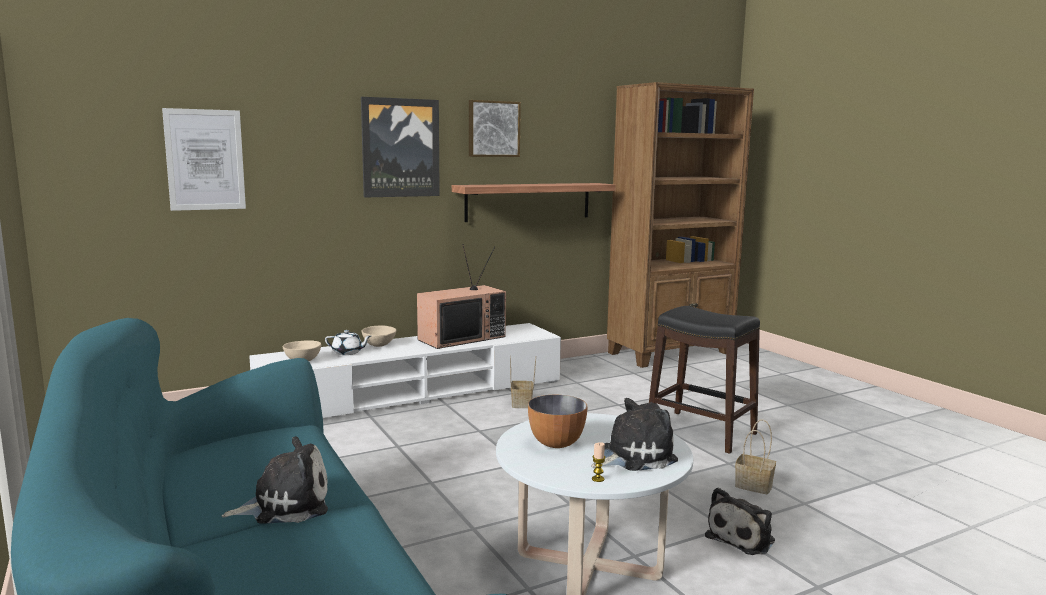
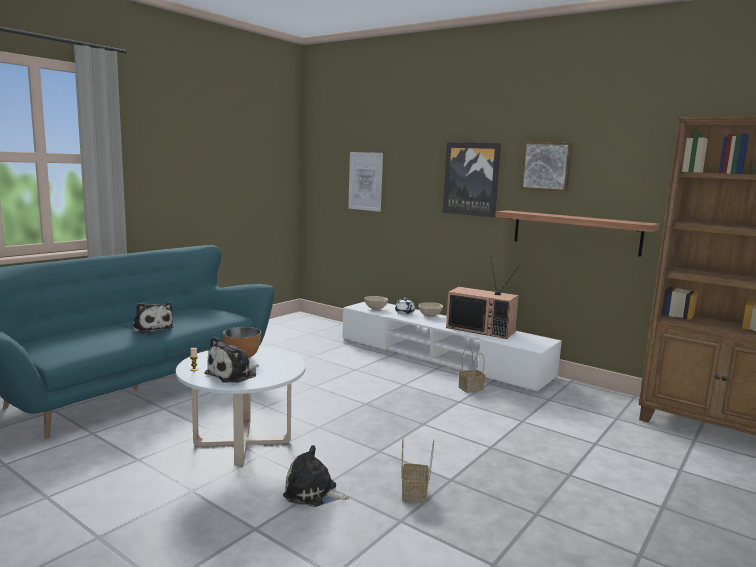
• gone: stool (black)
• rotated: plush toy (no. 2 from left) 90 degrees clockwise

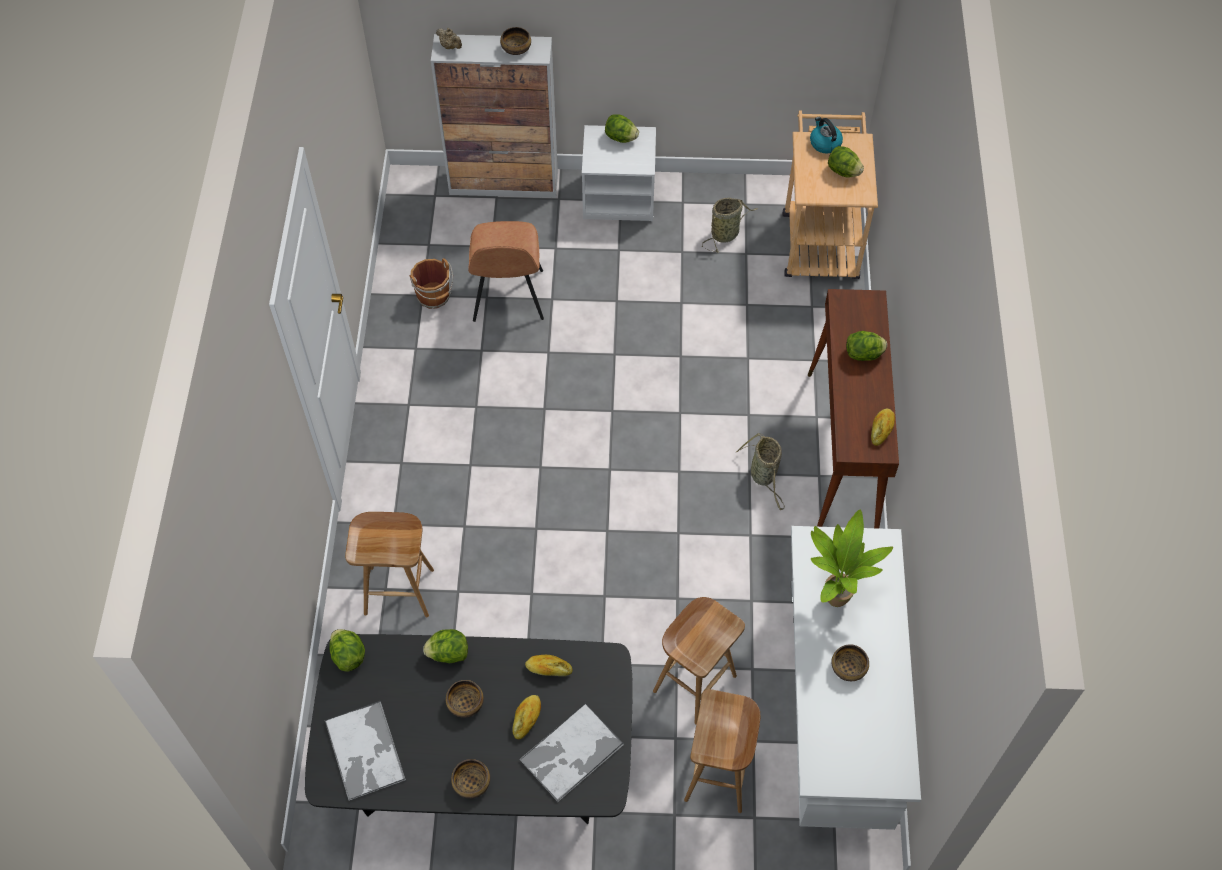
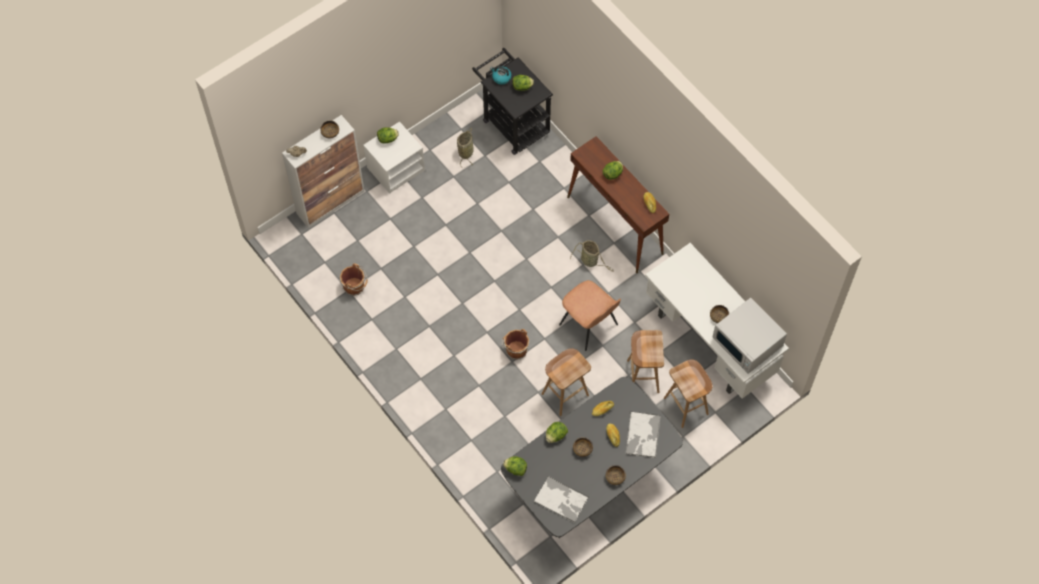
• gone: potted plant
• new: bucket (brown) (no. 2 from left)
• new: microwave (white)
• shifted: stool (brown) (no. 1 from left)
• shifted: chair (brown)
• repainted: cart (beige) to cart (black)

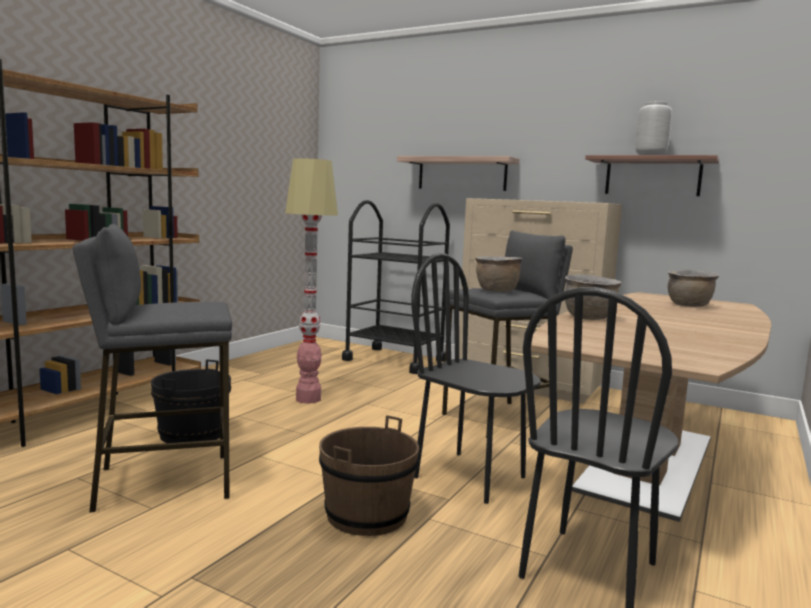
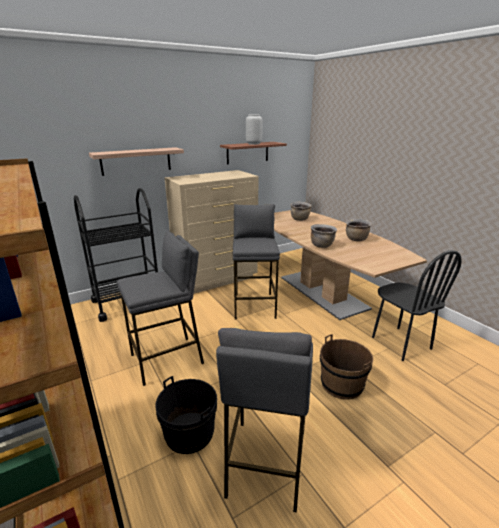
• gone: chair (black) (no. 1 from left)
• shifted: cooking pot (brown) (no. 1 from left in the first image) to cooking pot (brown) (no. 3 from left)
• swapped: floor lamp to stool (grey) (no. 1 from left)

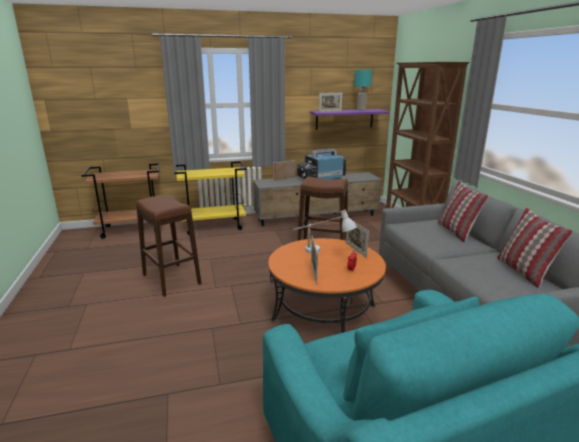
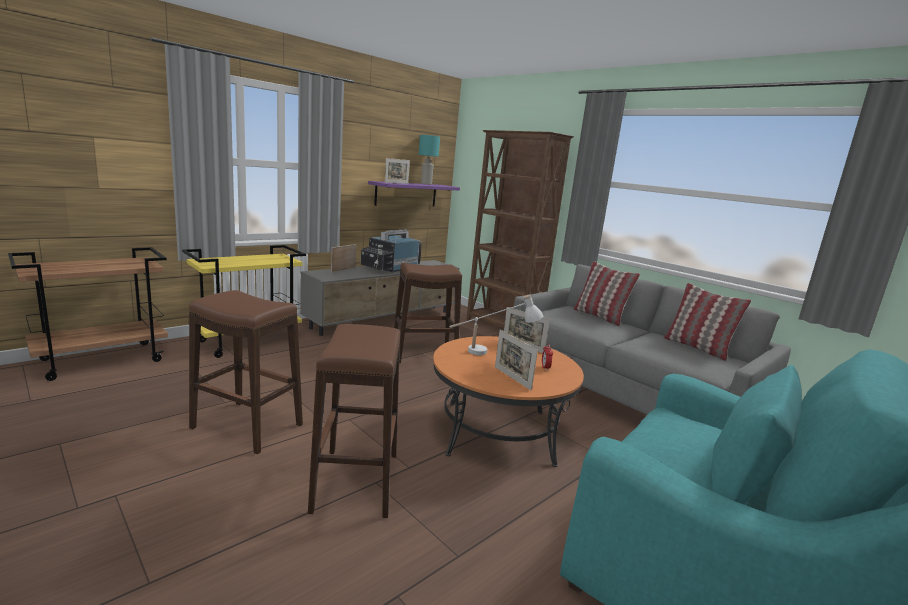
• new: stool (brown) (no. 2 from left)

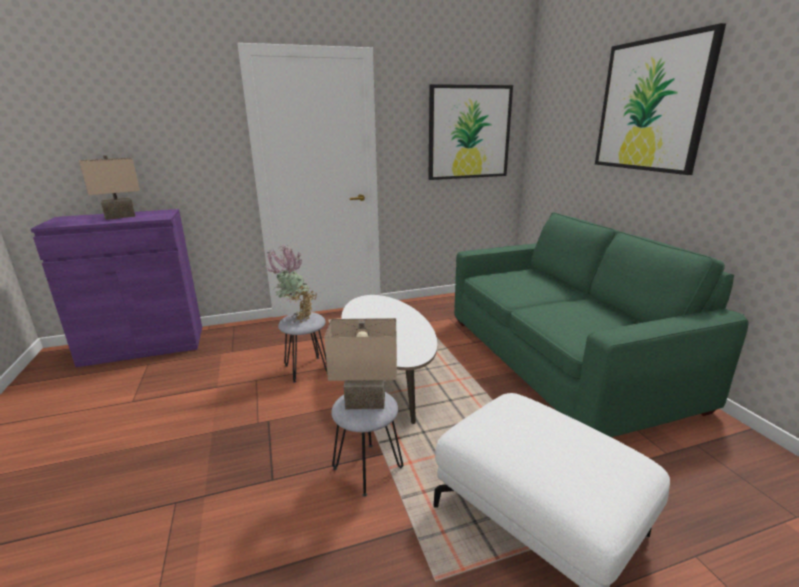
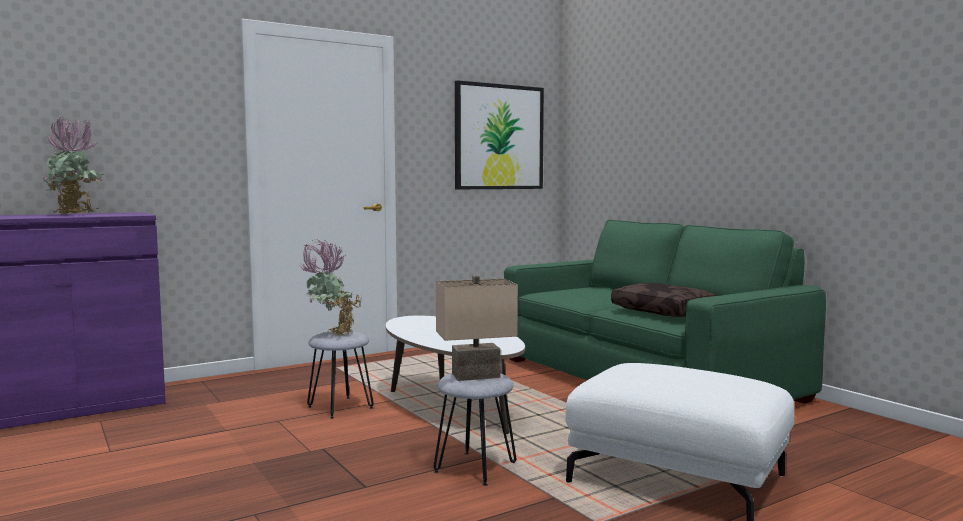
• gone: picture (no. 2 from left)
• new: pillow (brown)
• swapped: table lamp (beige) (no. 1 from left) to potted plant (no. 1 from left)

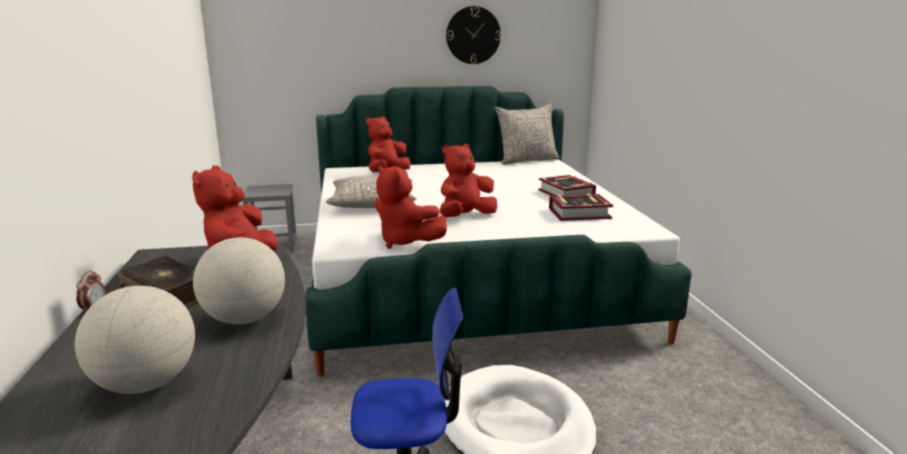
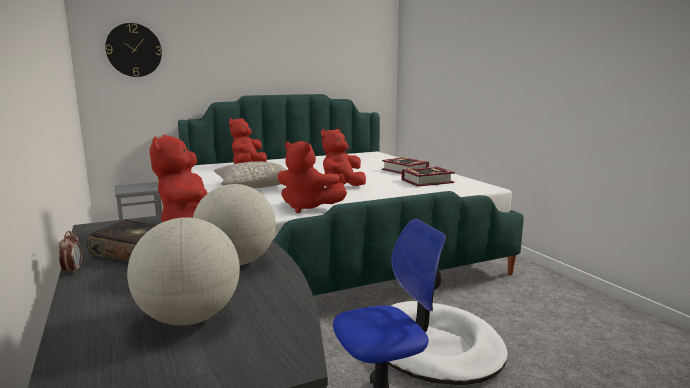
• gone: pillow (grey) (no. 2 from left)
• shifted: wall clock

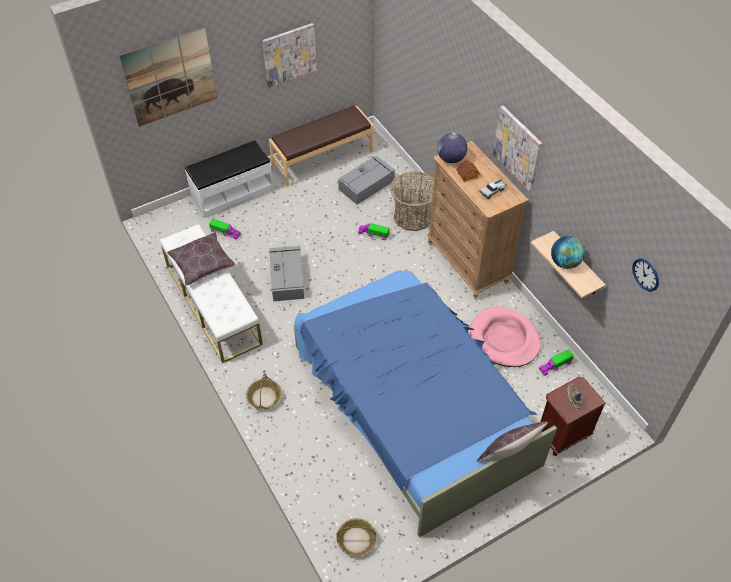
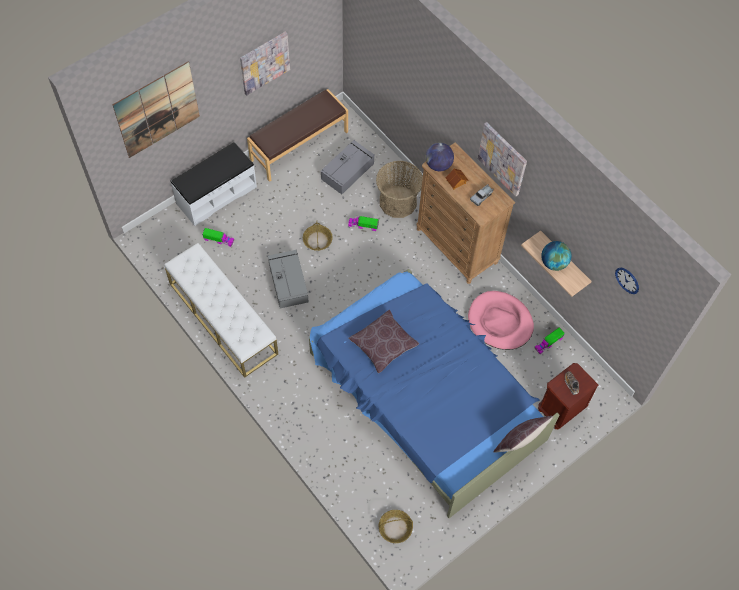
• shifted: pillow (brown) (no. 1 from left)
• shifted: basket (no. 1 from left)

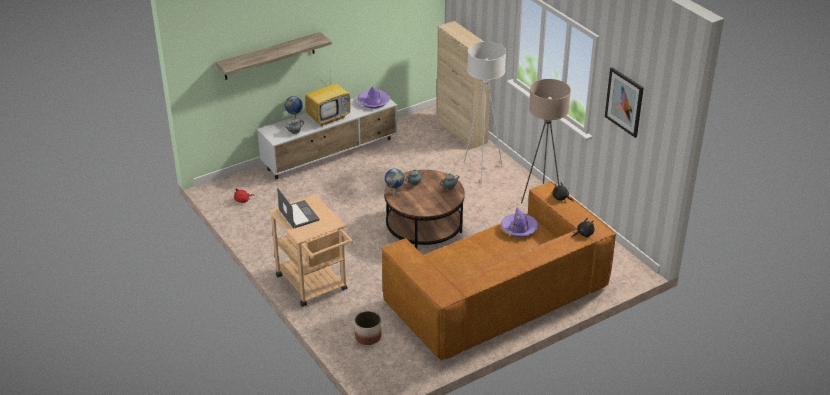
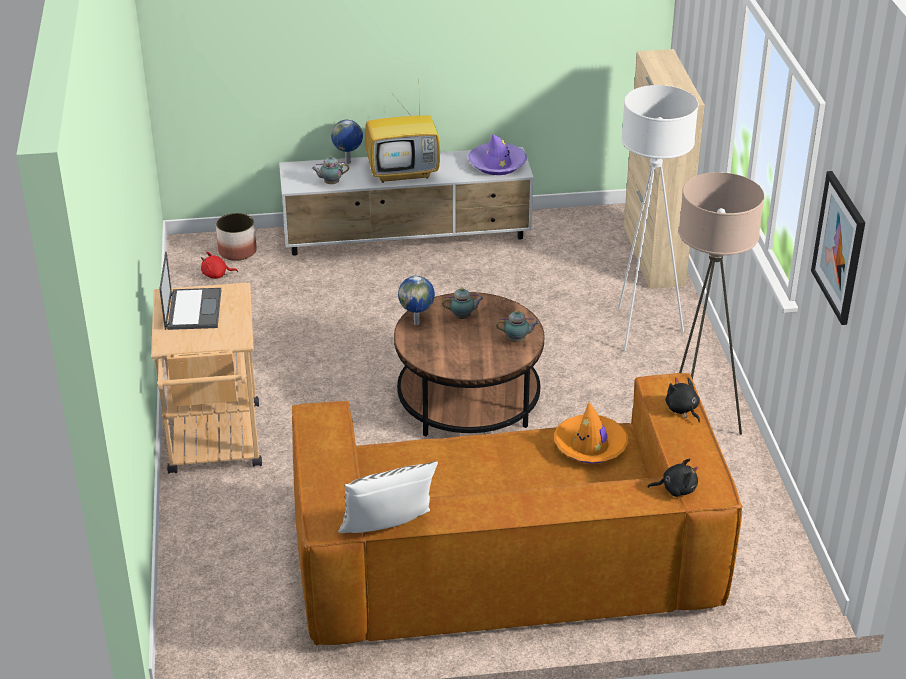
• gone: shelf
• new: pillow (white)
• shifted: planter
• repainted: hat (purple) (no. 2 from left) to hat (orange)

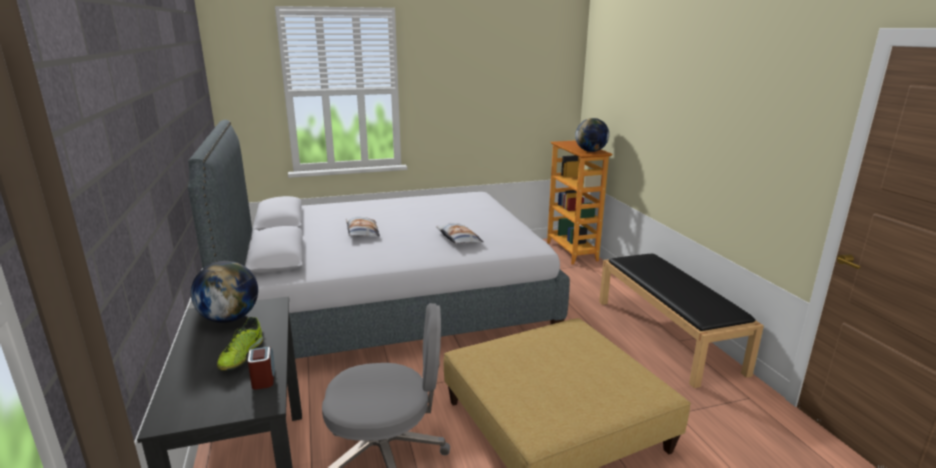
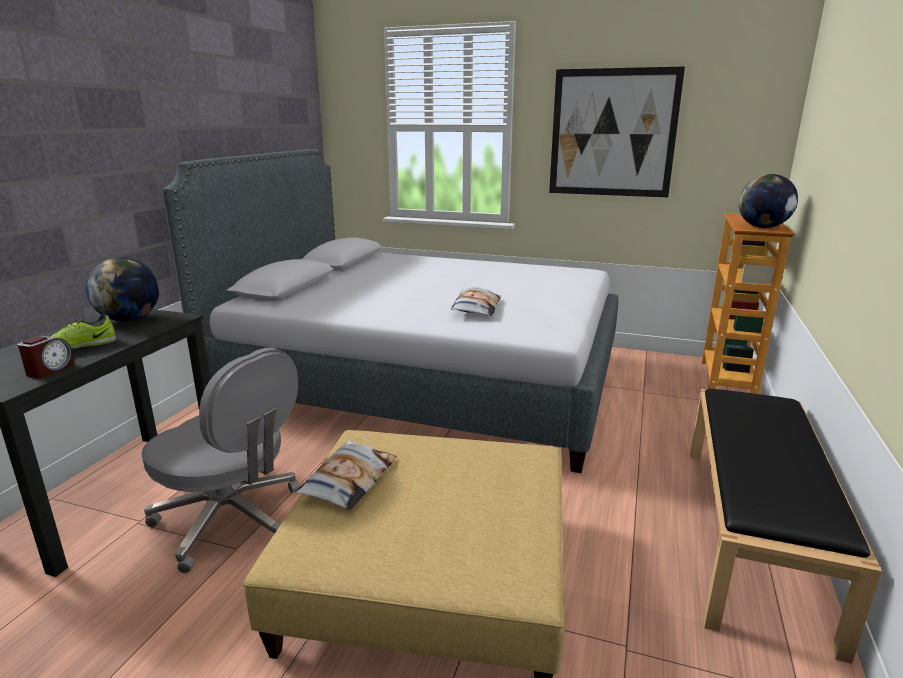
• new: picture
• shifted: pillow (no. 1 from left)

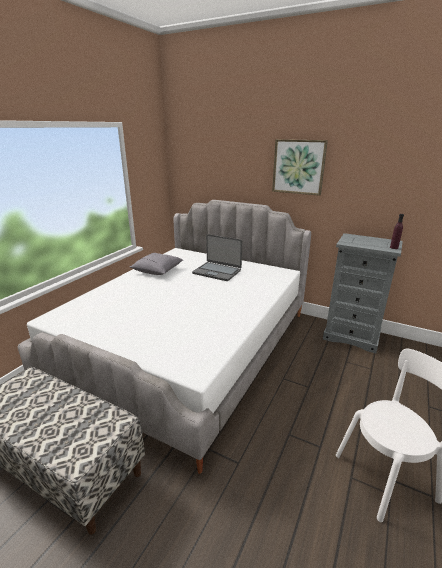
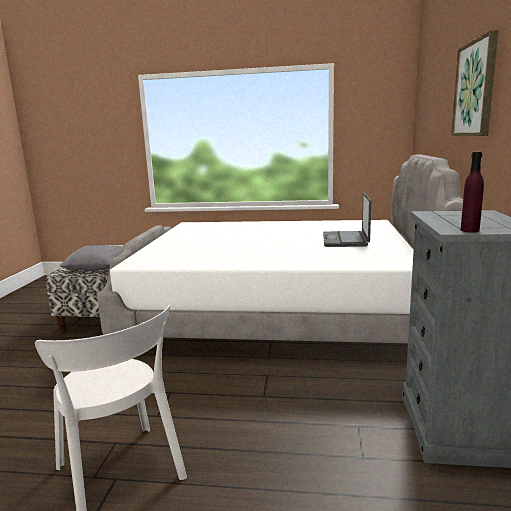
• shifted: pillow (grey)

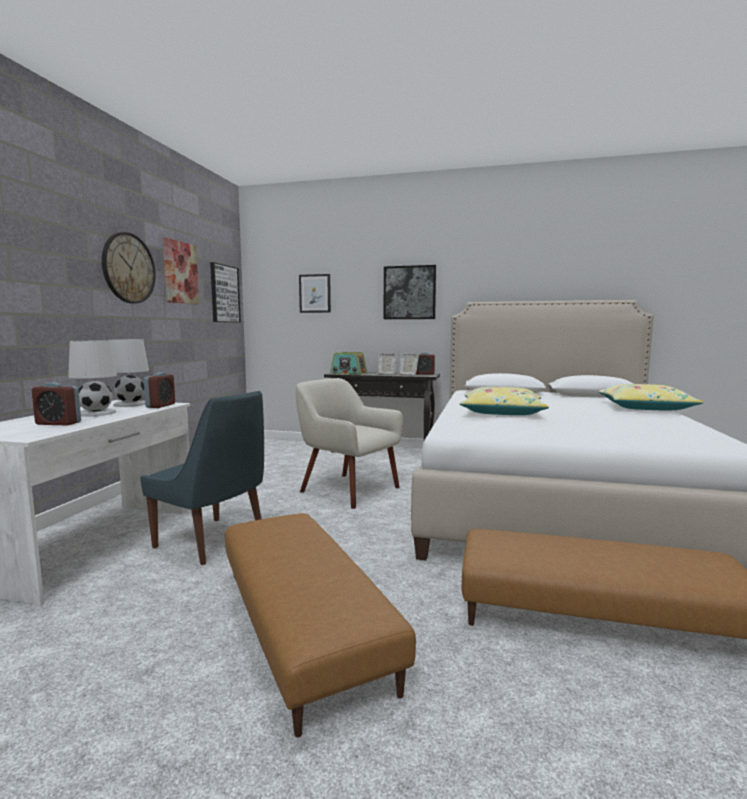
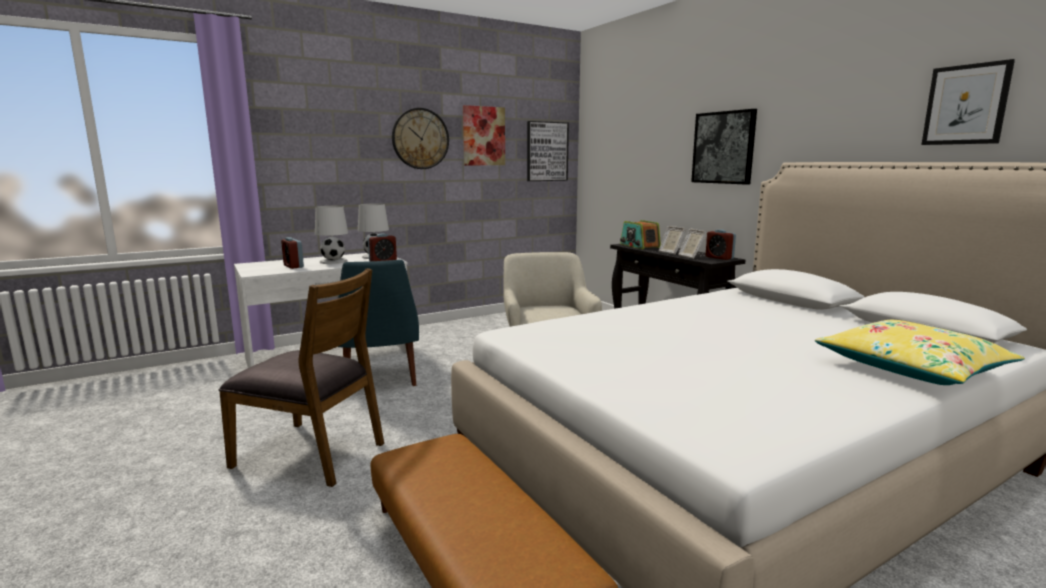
• gone: pillow (yellow) (no. 1 from left)
• shifted: picture (no. 3 from left in the first image) to picture (no. 4 from left)
• swapped: ottoman (brown) (no. 1 from left) to chair (brown)

